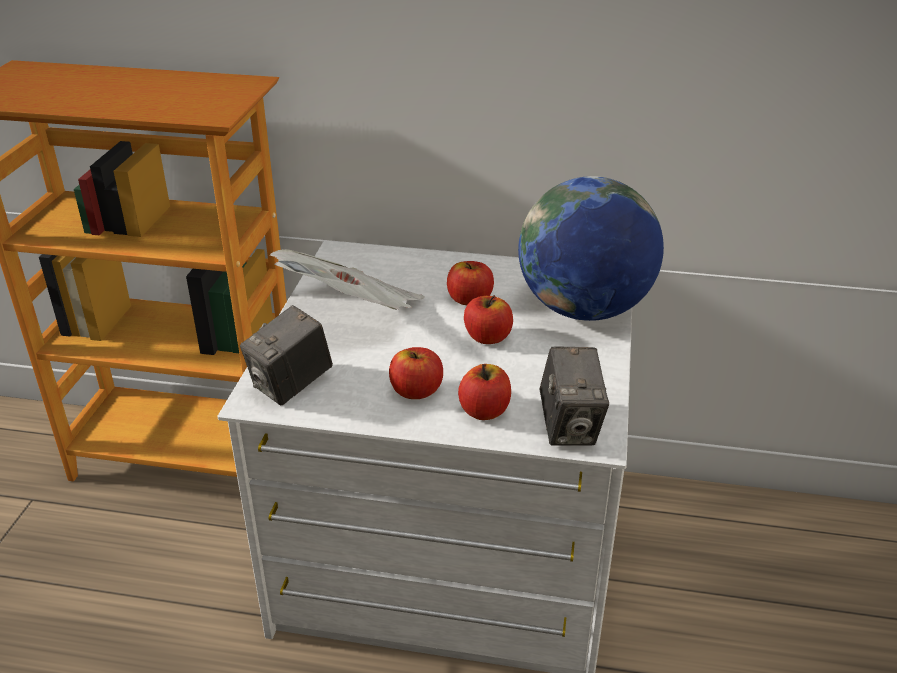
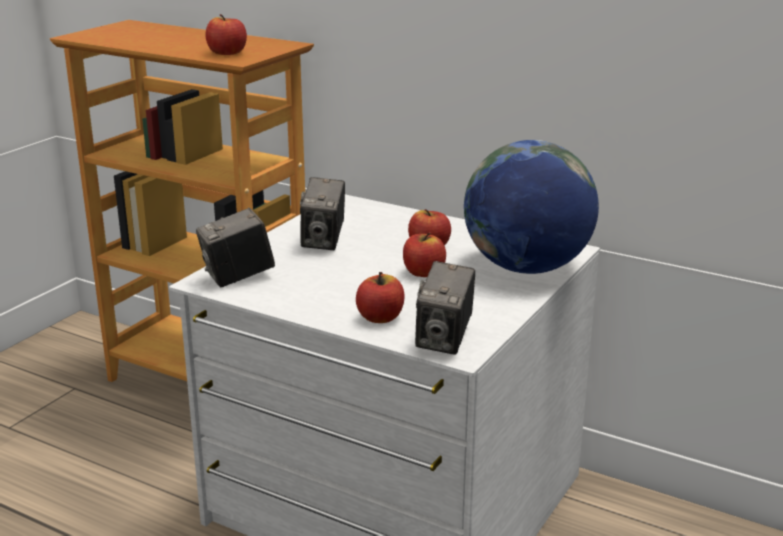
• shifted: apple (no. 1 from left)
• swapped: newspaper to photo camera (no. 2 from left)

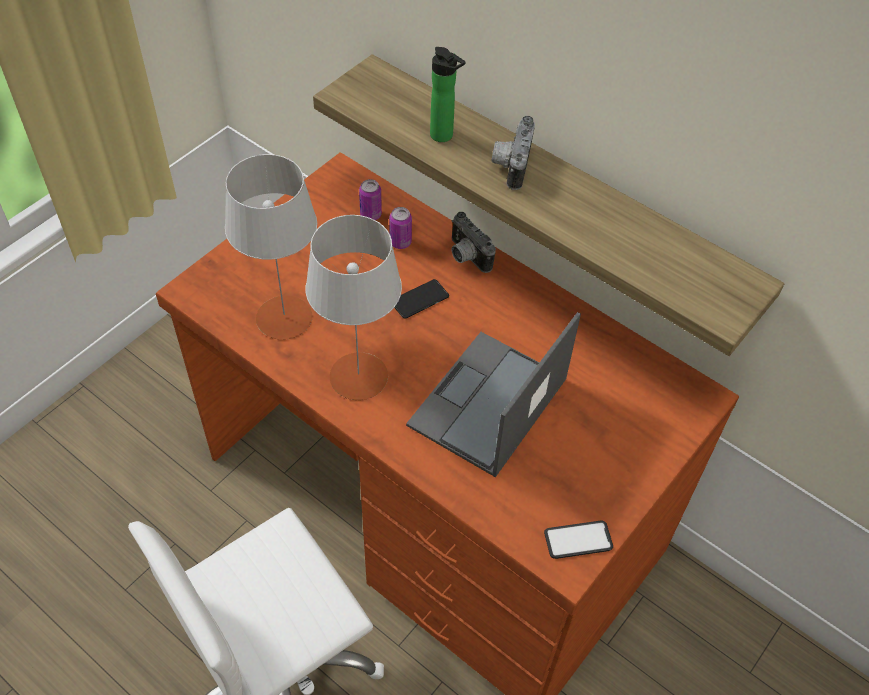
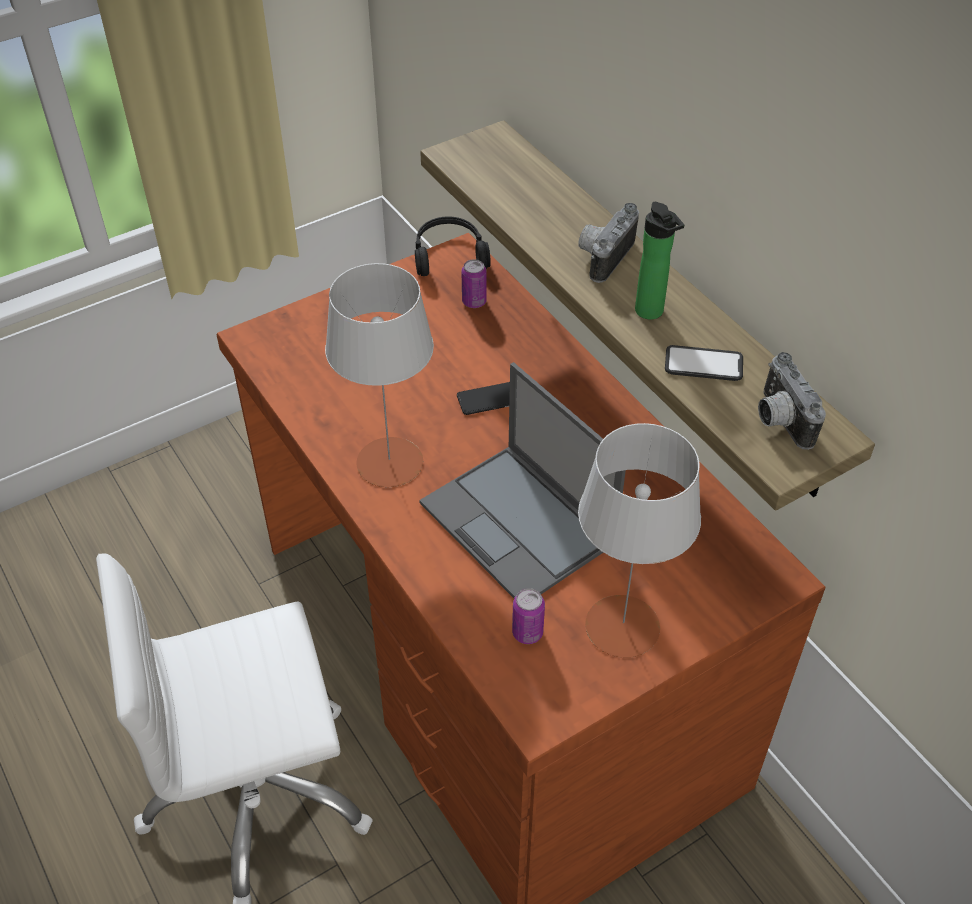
• new: headphones (black)
• shifted: table lamp (grey) (no. 1 from left in the first image) to table lamp (grey) (no. 2 from left)
• shifted: can (no. 2 from left)
• shifted: bottle
• shifted: photo camera (no. 1 from left in the first image) to photo camera (no. 2 from left)
• shifted: phone (no. 2 from left)
• rotated: laptop 90 degrees counterclockwise

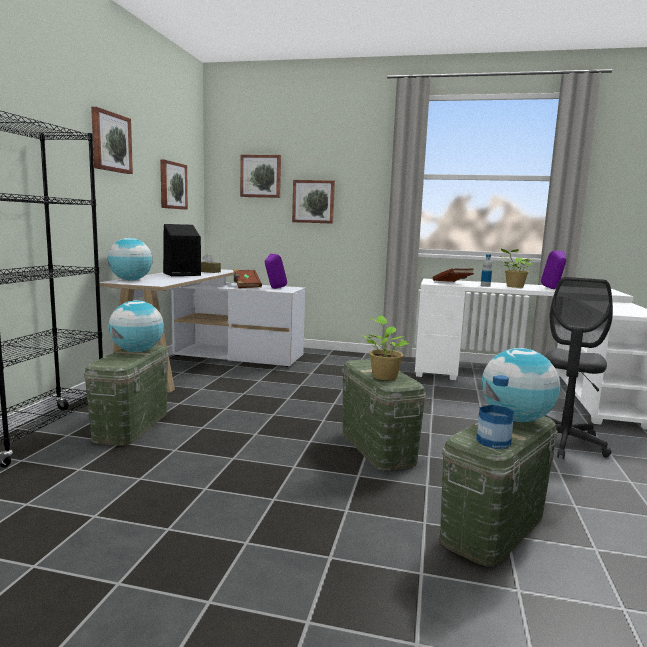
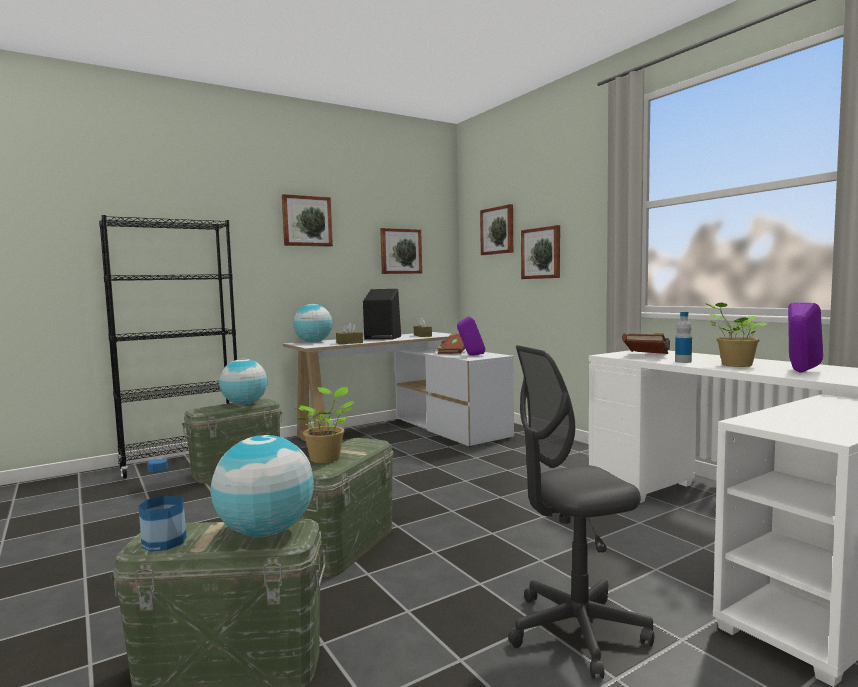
• new: tissue box (brown) (no. 1 from left)

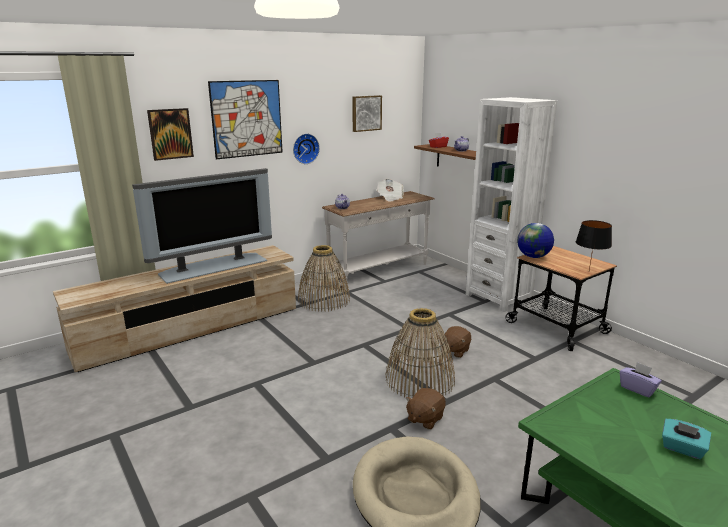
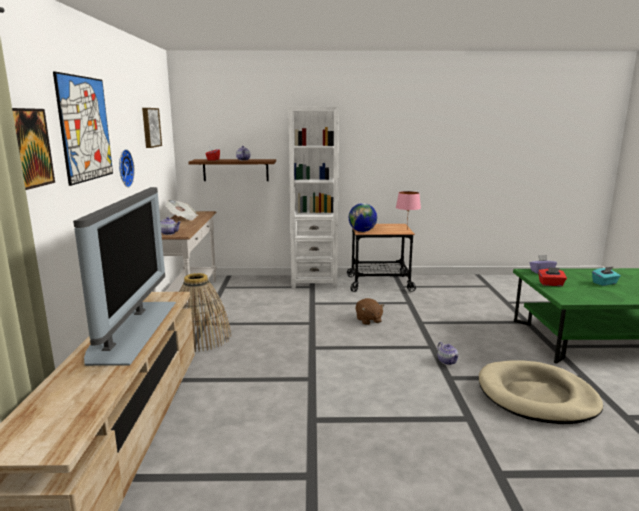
• gone: basket (no. 2 from left)
• new: tissue box (red) (no. 2 from left)
• swapped: plush toy (brown) (no. 1 from left) to teapot (no. 3 from left)
• repainted: table lamp (black) to table lamp (pink)

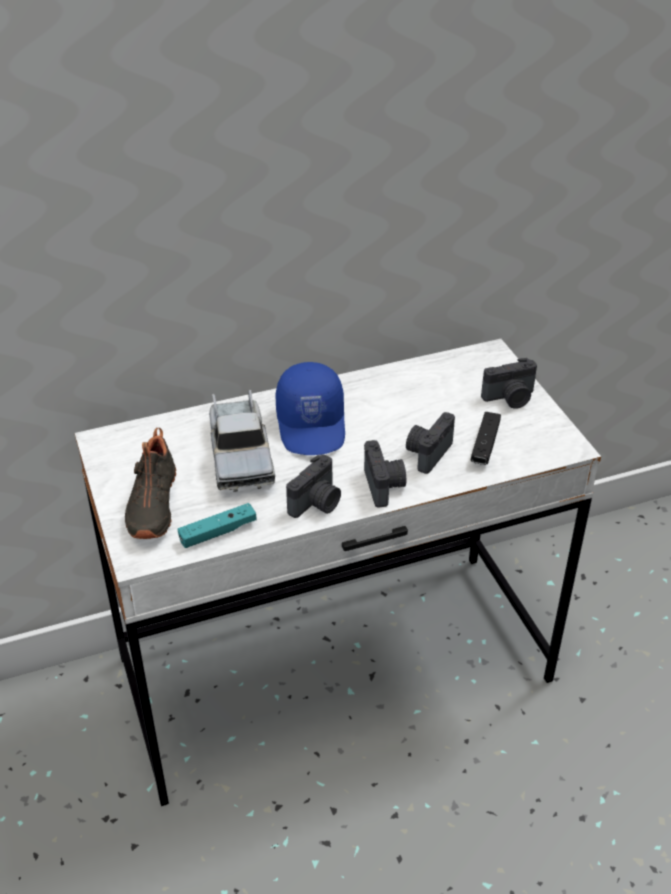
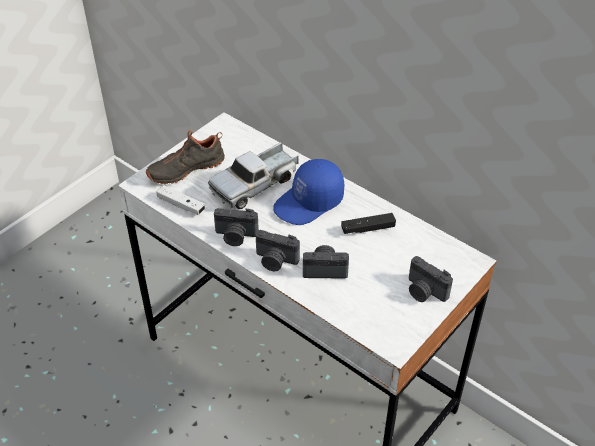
• shifted: game controller (black)
• repainted: game controller (turquoise) to game controller (white)
• rotated: photo camera (no. 2 from left) 60 degrees clockwise

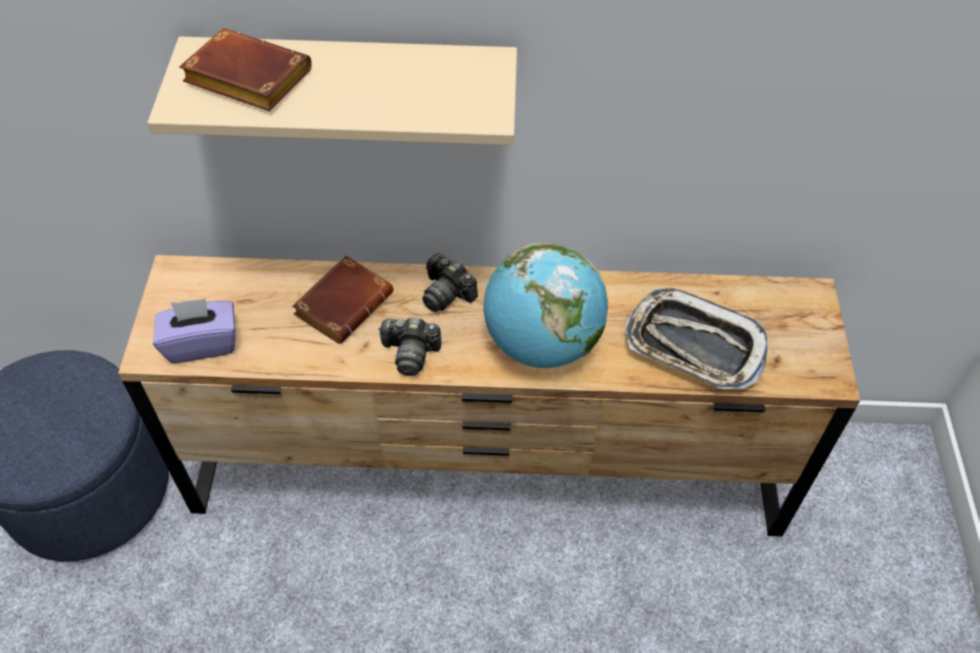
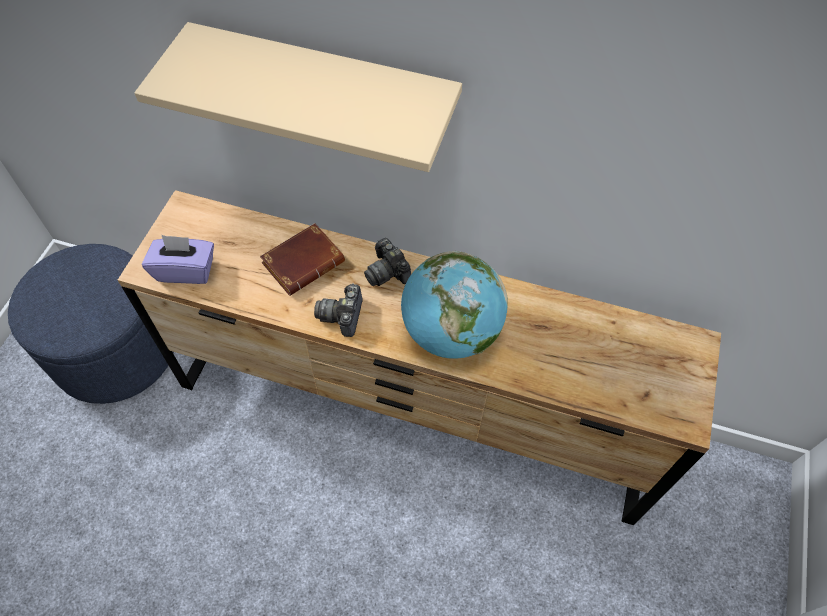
• gone: book (brown) (no. 1 from left)
• gone: tray
• rotated: photo camera (no. 1 from left) 75 degrees clockwise

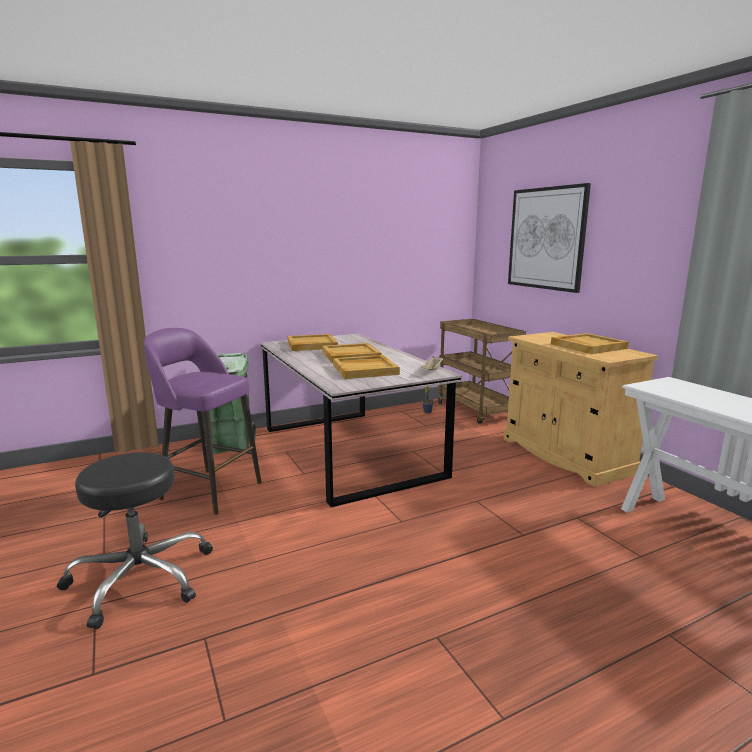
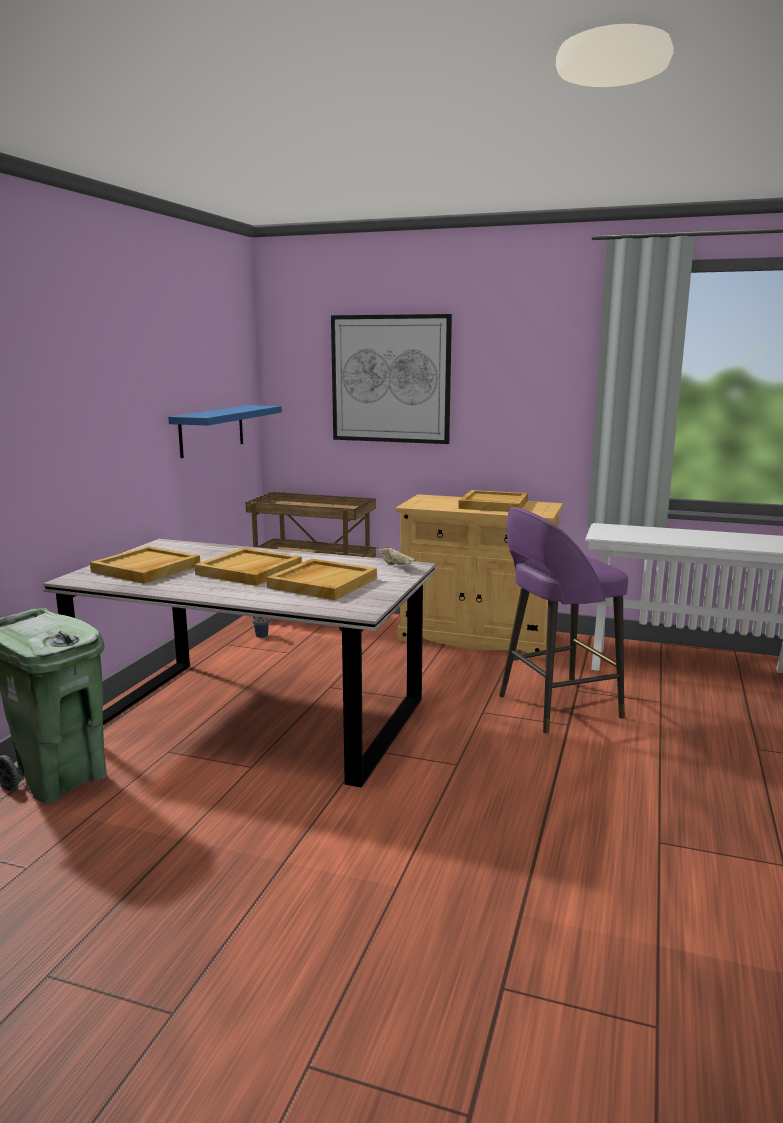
• gone: stool (black)
• new: shelf (blue)
• shifted: stool (purple)

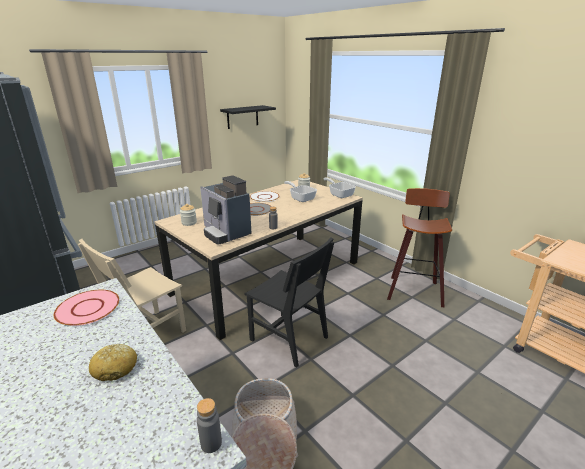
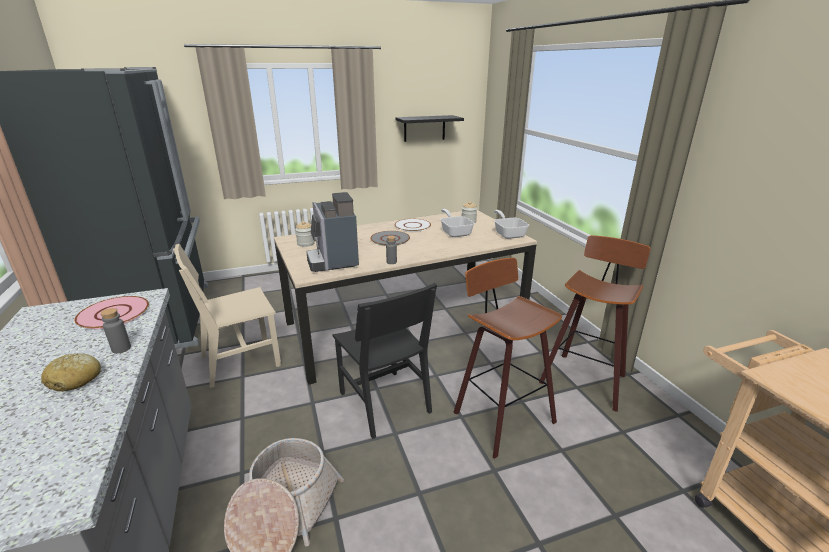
• new: stool (no. 1 from left)
• shifted: bottle (grey) (no. 1 from left)

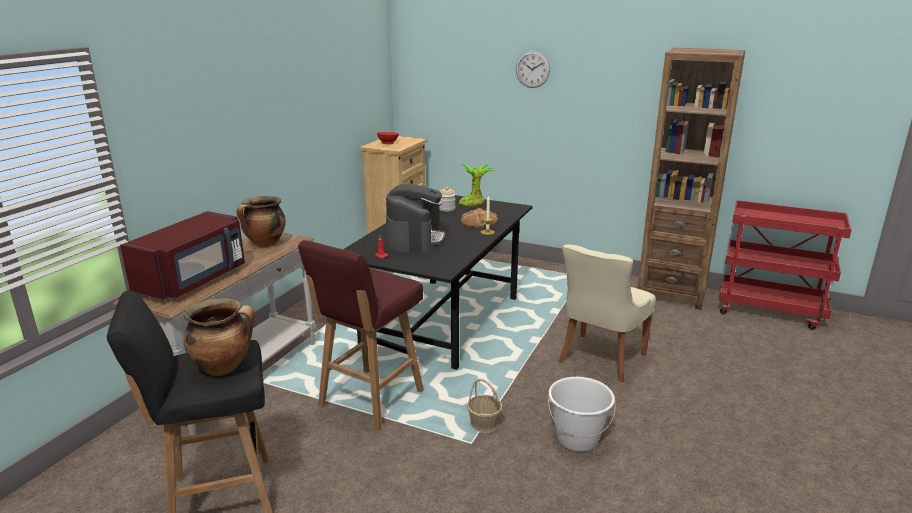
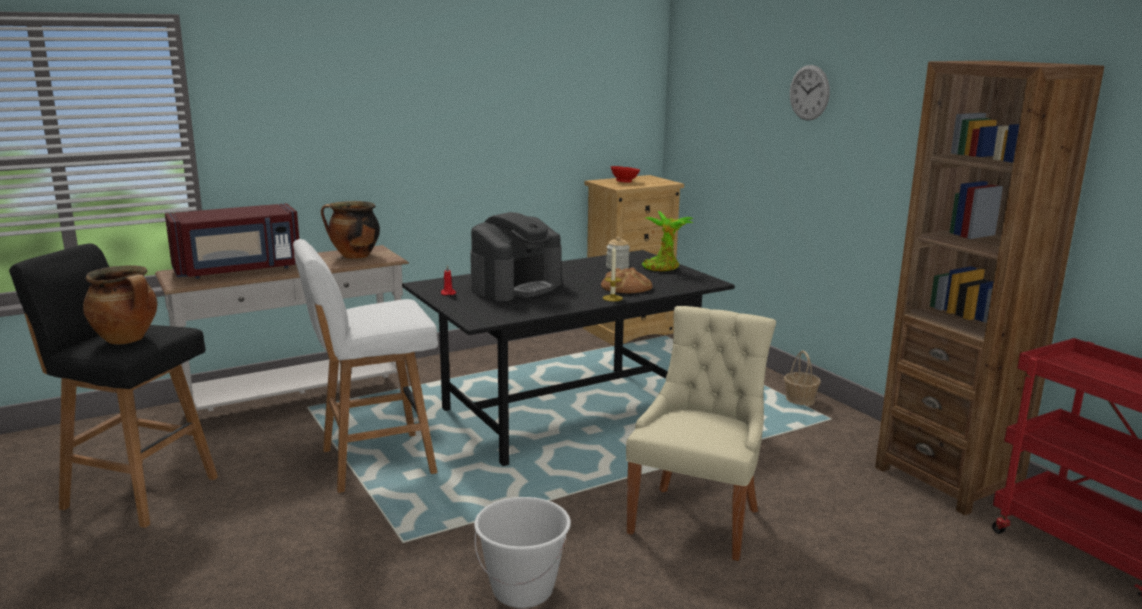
• shifted: basket
• repainted: stool (red) to stool (white)
• rotated: chair (beige) 135 degrees clockwise

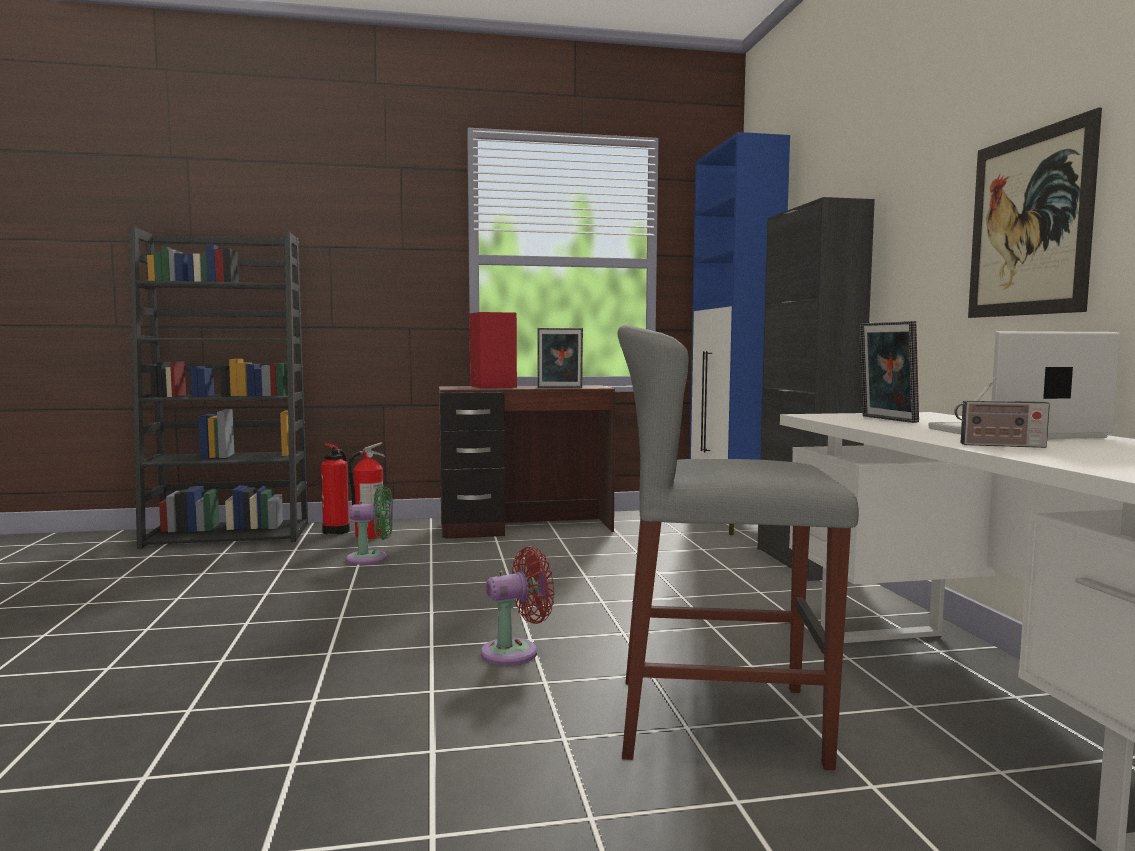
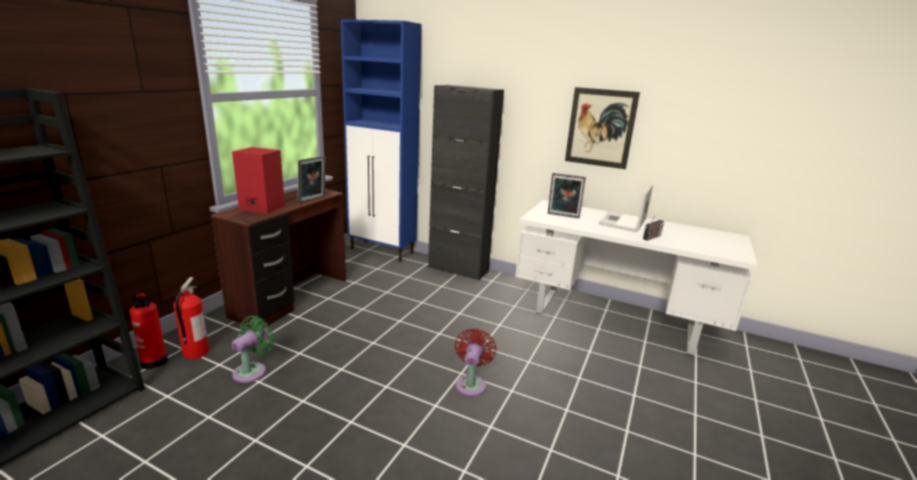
• gone: stool (grey)

